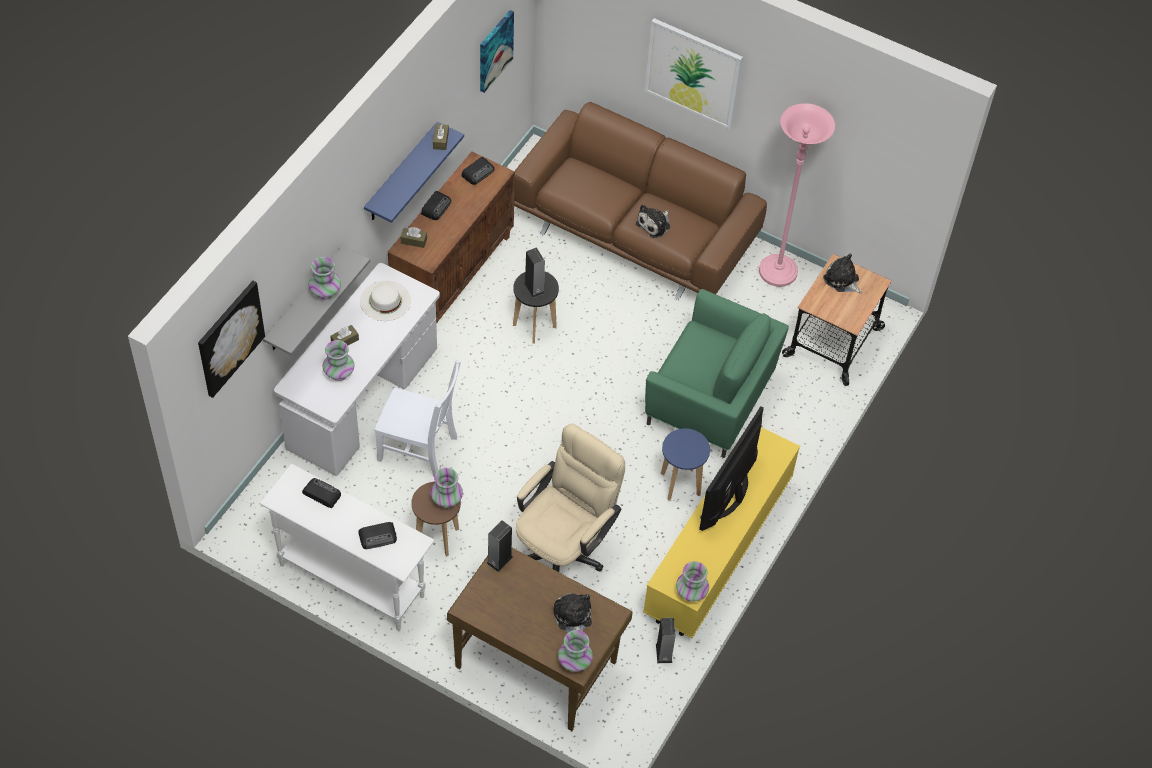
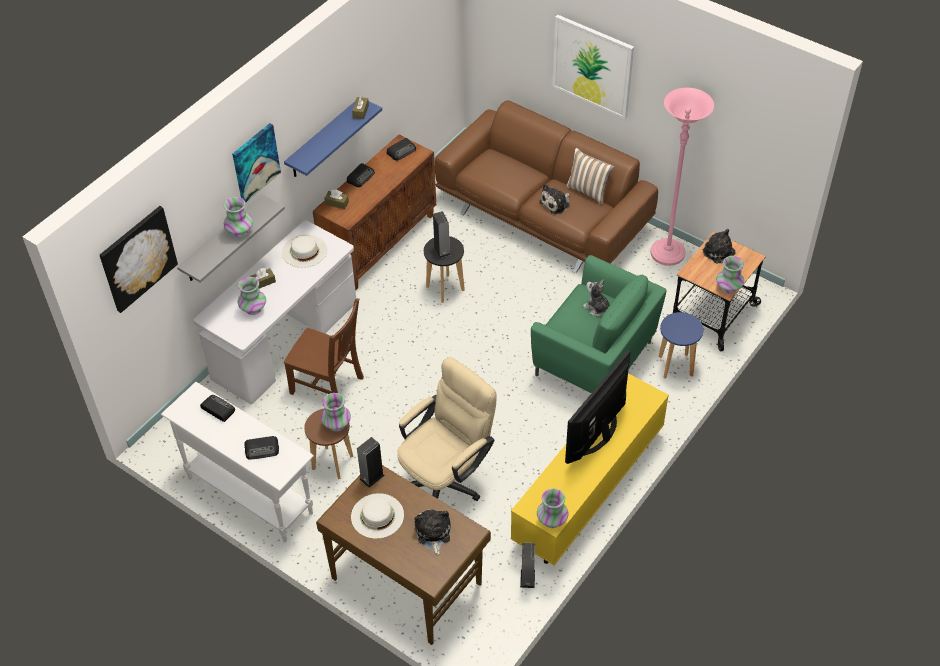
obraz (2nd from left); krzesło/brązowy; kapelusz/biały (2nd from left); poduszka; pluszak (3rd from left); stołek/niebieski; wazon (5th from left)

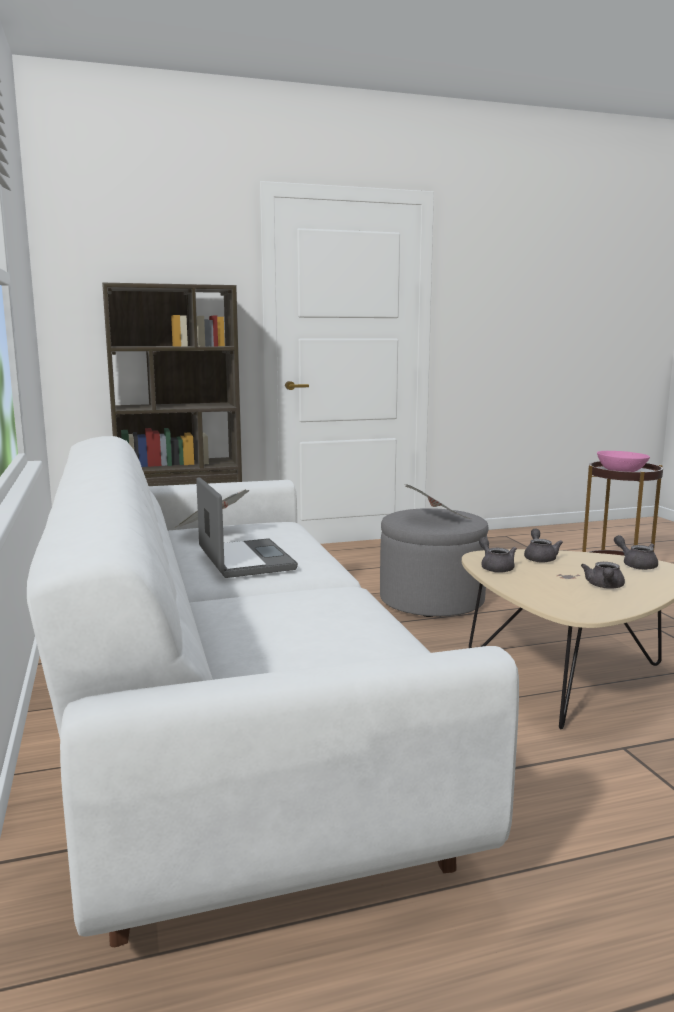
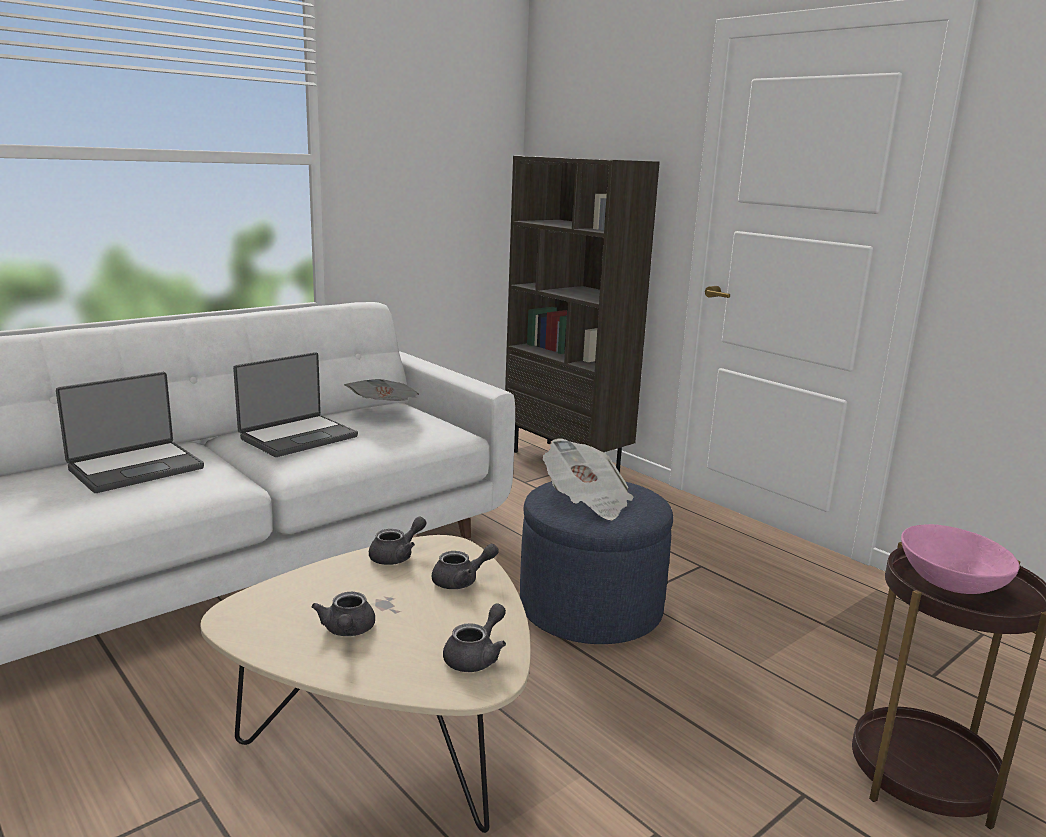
laptop (1st from left); imbryk/szary (1st from left); pufa/niebieski

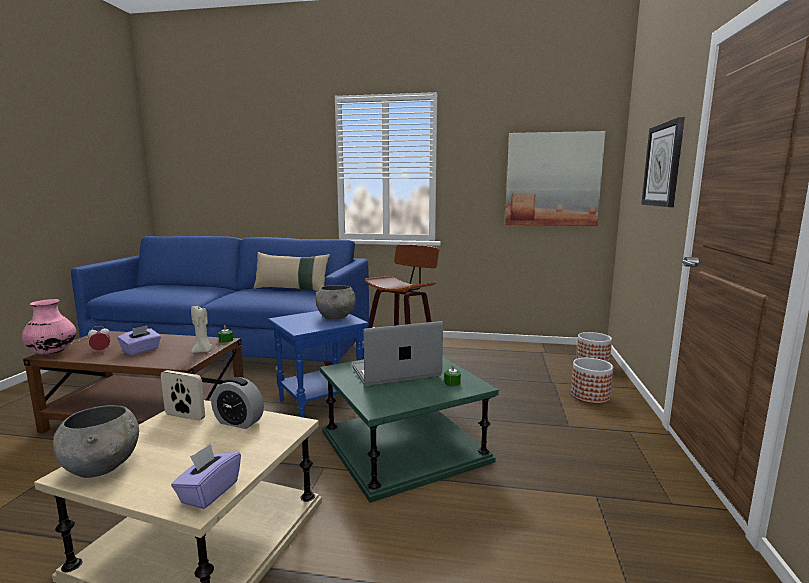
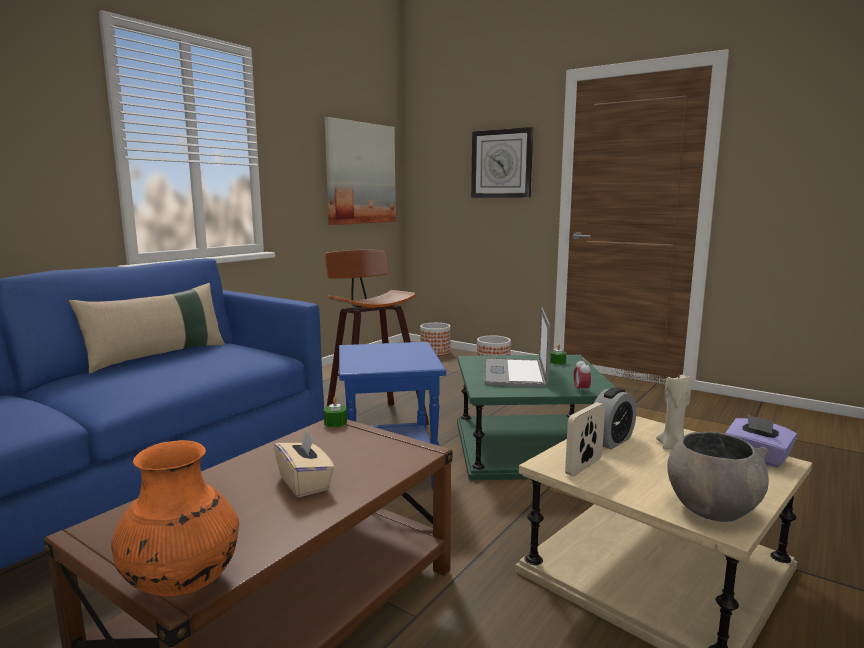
wazon/pomarańczowy; pudełko chusteczek/beżowy; budzik (1st from left); świeca/beżowy; miska/szary (2nd from left in the first image)

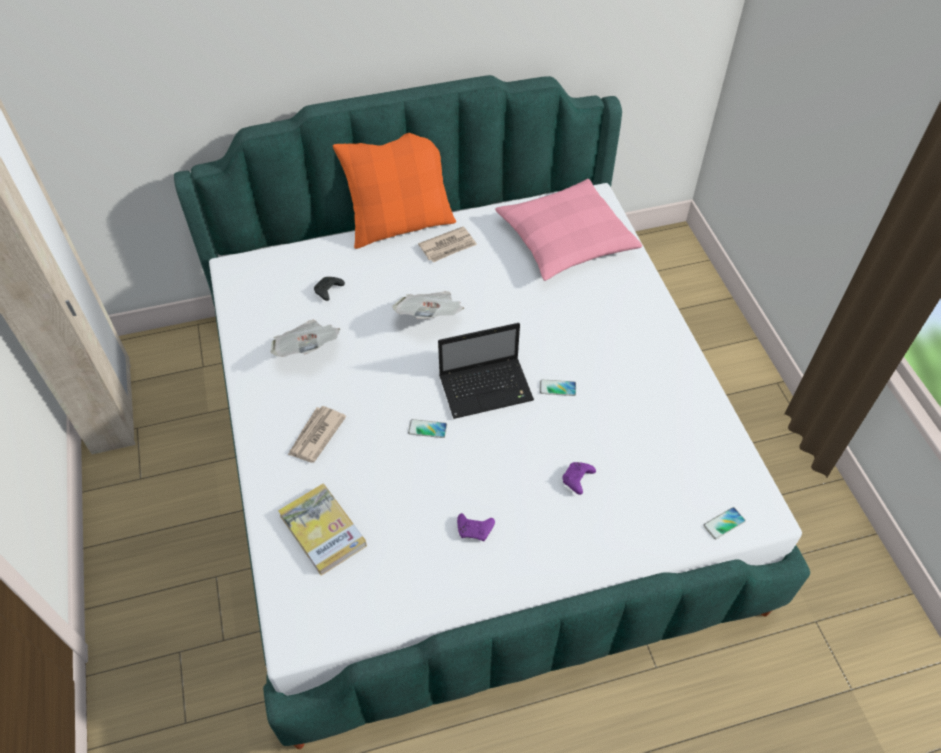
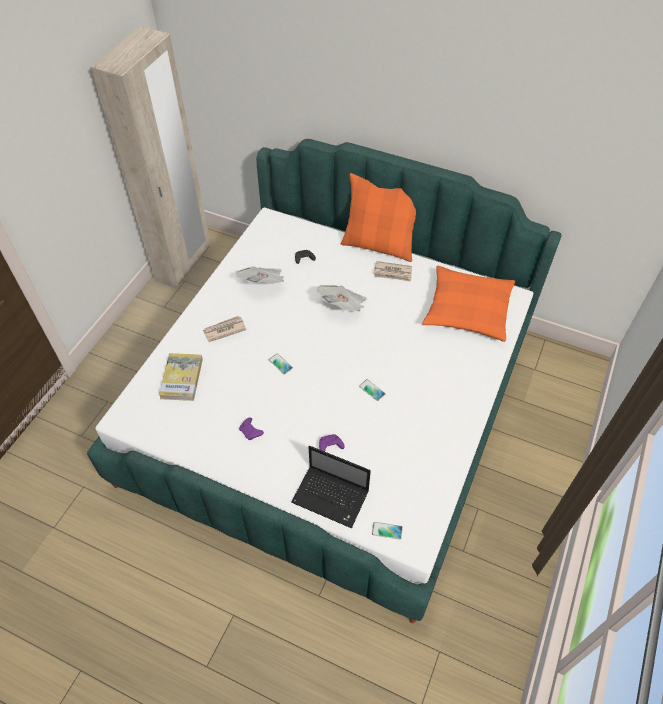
laptop; poduszka/pomarańczowy (2nd from left)

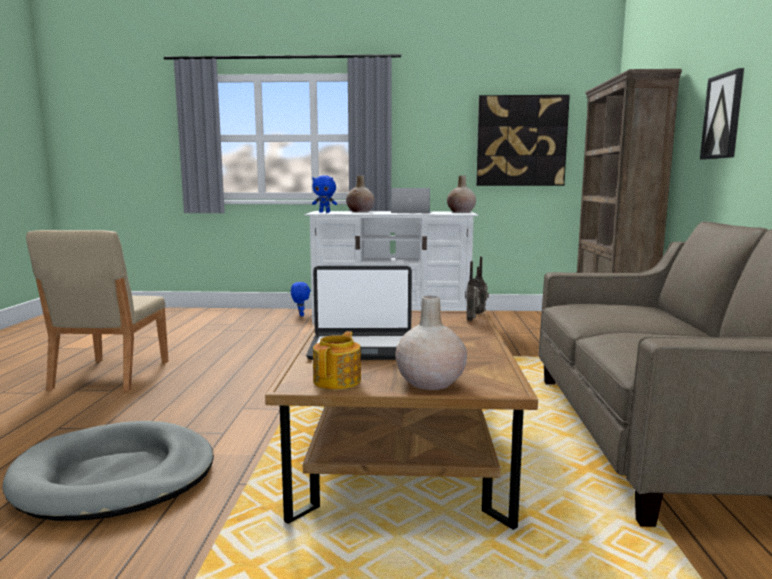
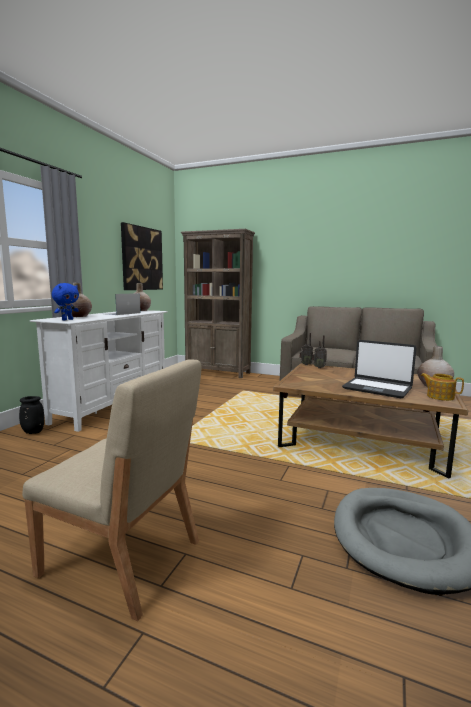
wazon/czarny; laptop (2nd from left); obraz (2nd from left in the first image)

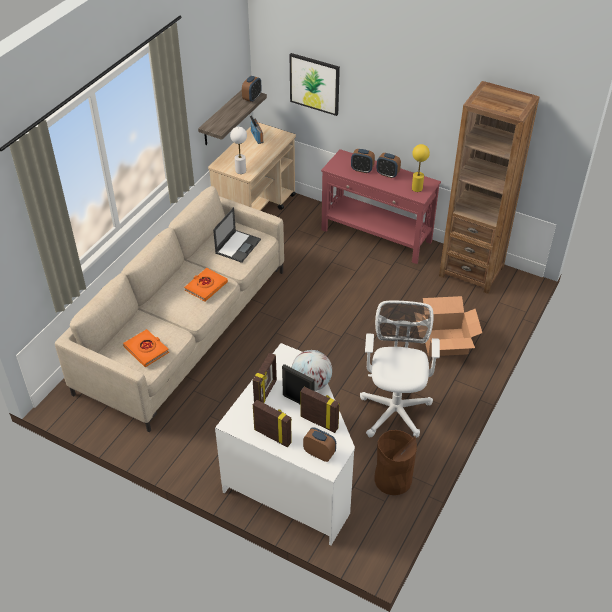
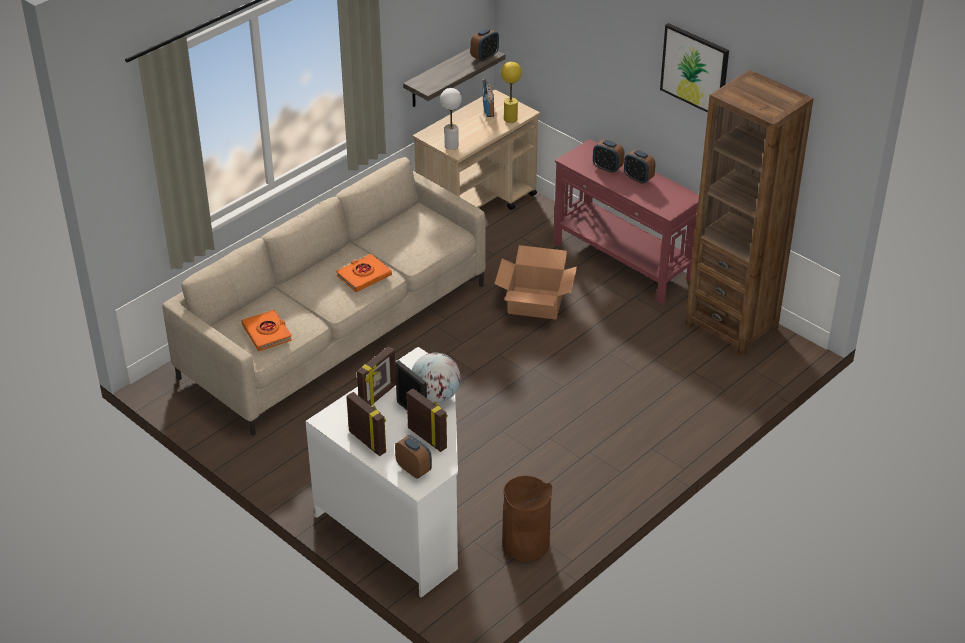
karton; lampa stołowa/żółty; obraz; laptop; krzesło biurowe/biały

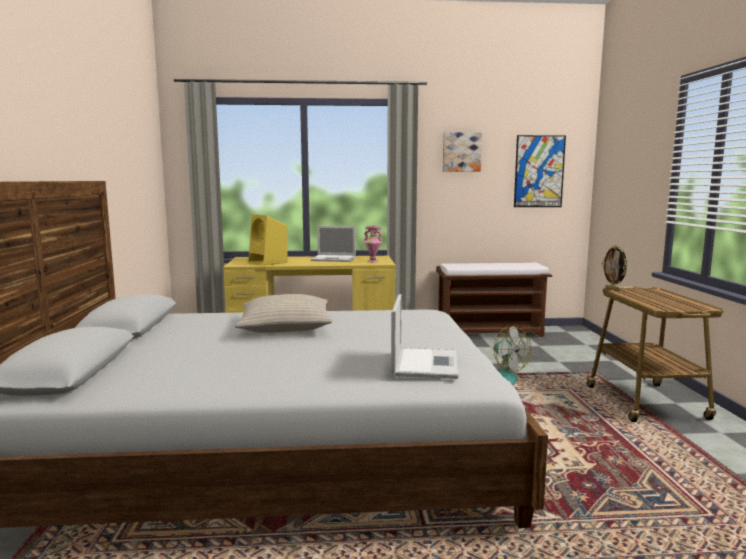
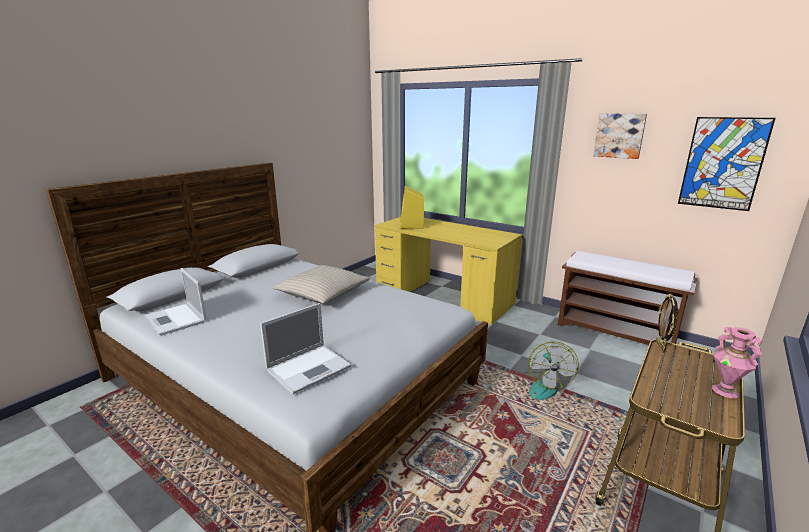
laptop (1st from left); wazon/różowy

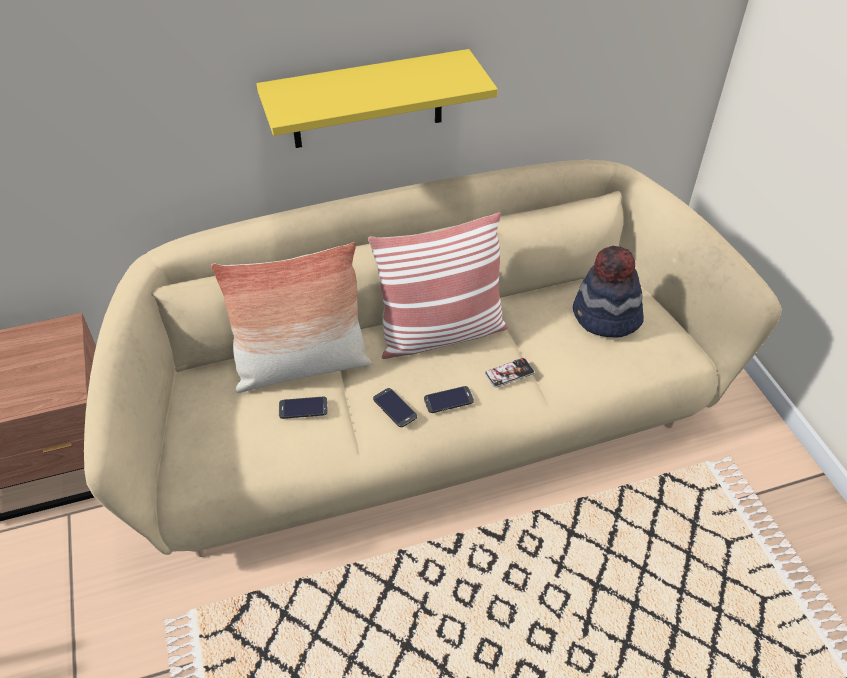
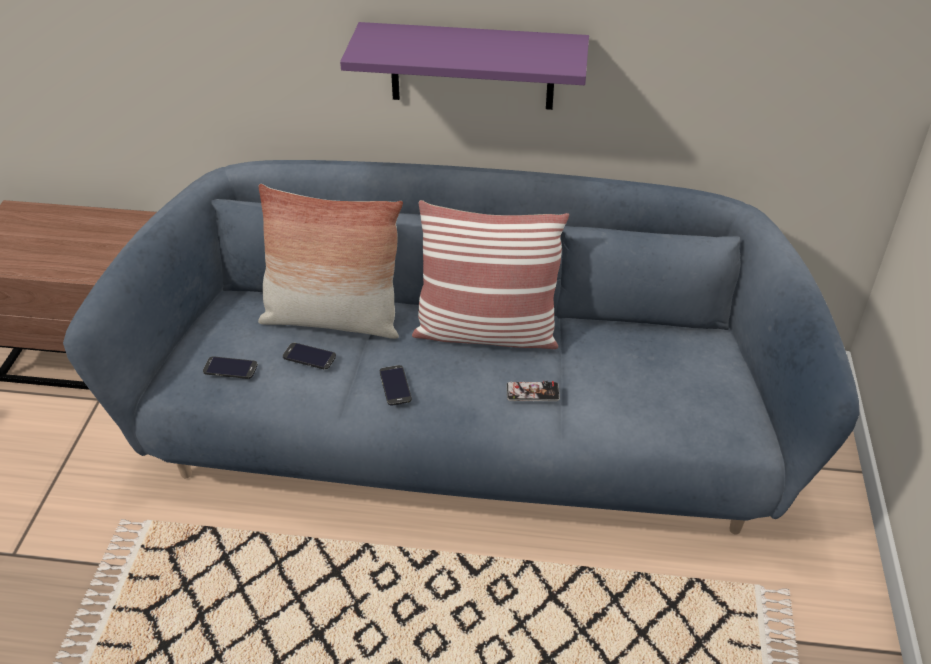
kanapa/niebieski; telefon (1st from left); półka/fioletowy; kapelusz

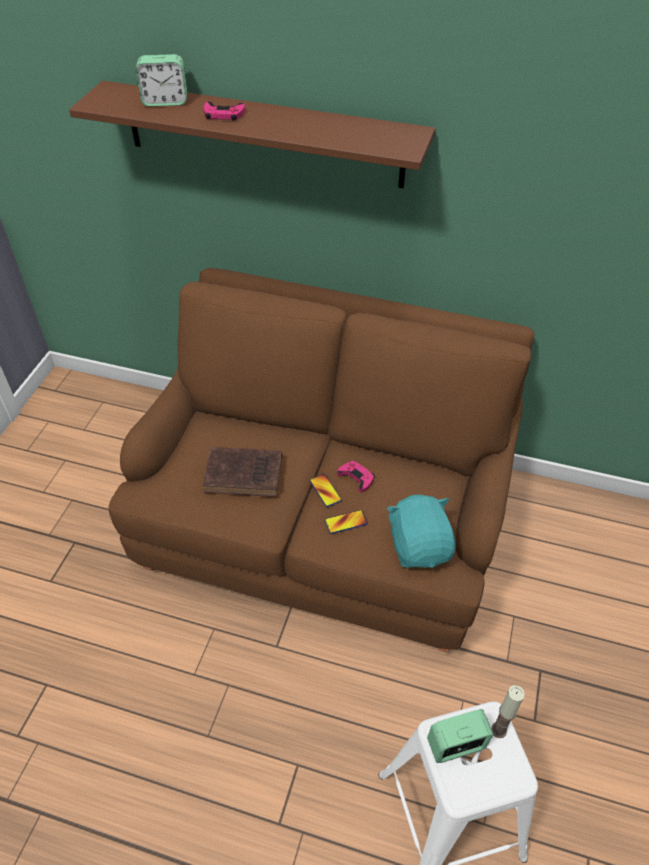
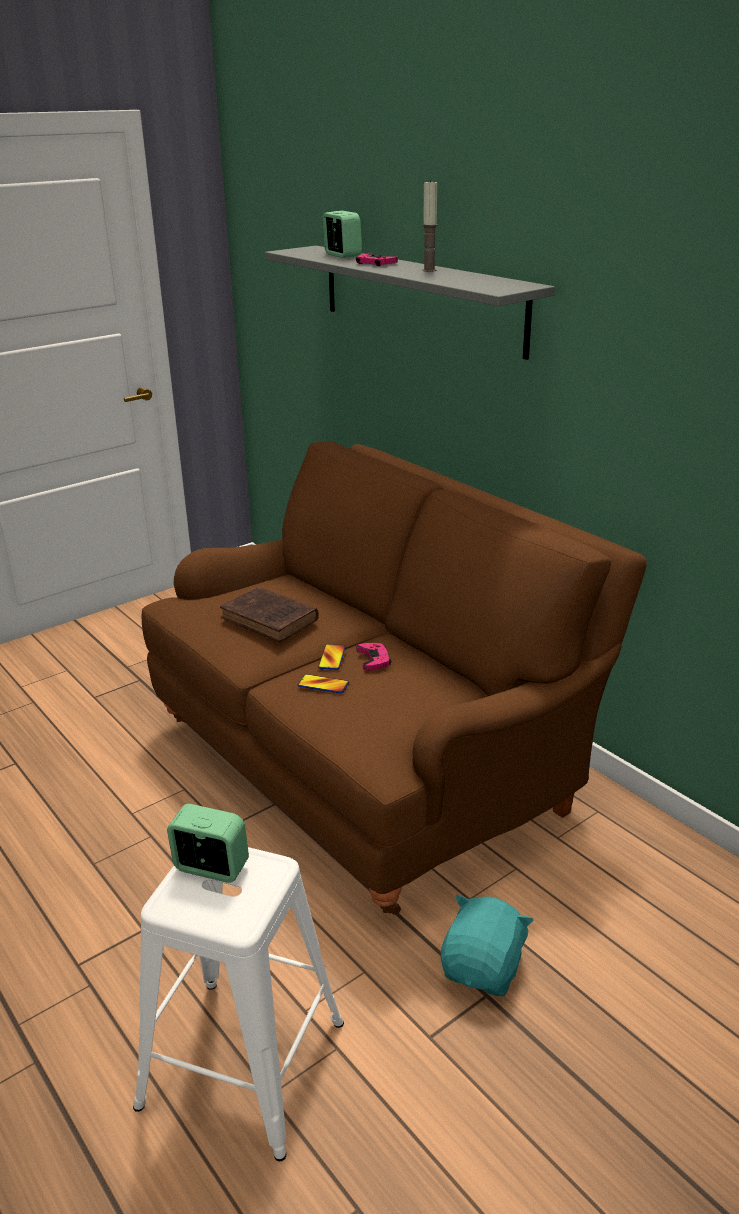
półka/szary; budzik (2nd from left); świeca; pluszak/turkusowy

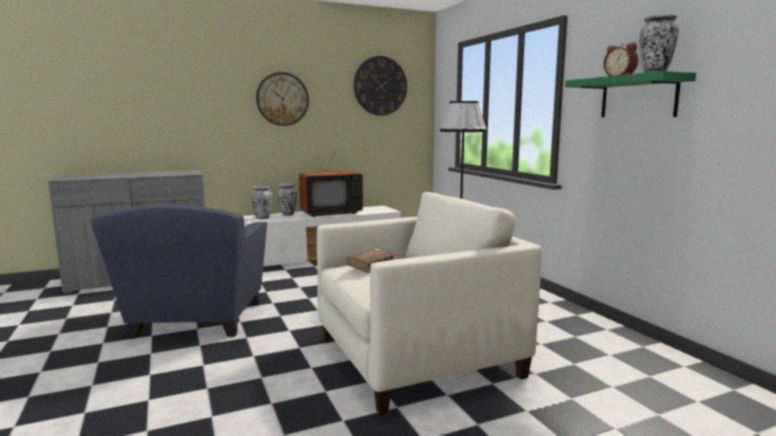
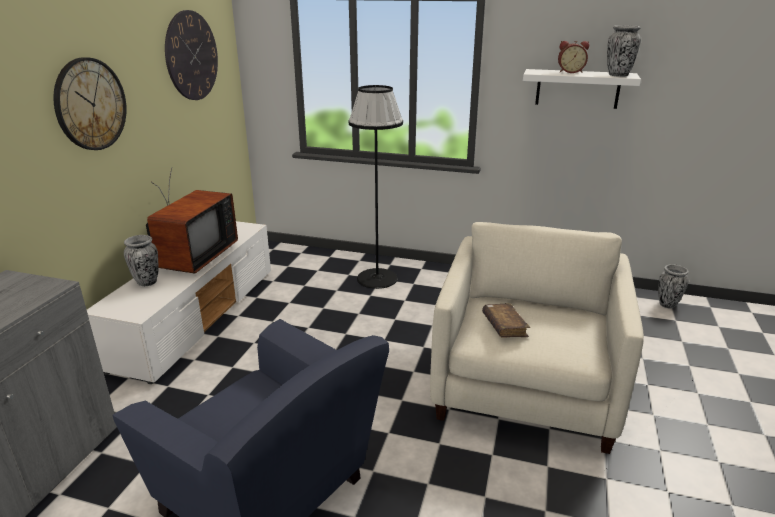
półka/biały; wazon (3rd from left)

